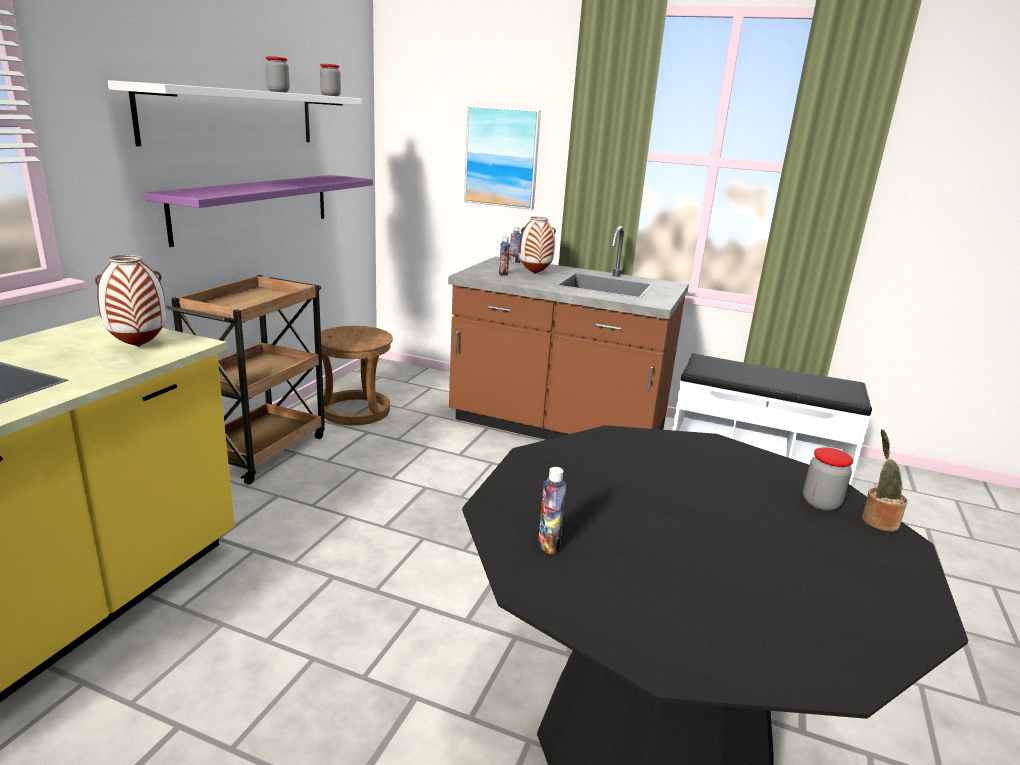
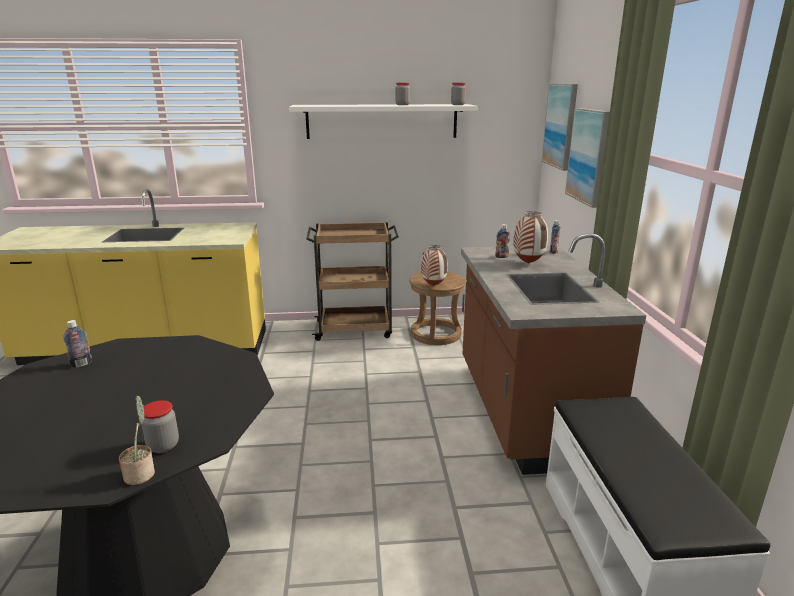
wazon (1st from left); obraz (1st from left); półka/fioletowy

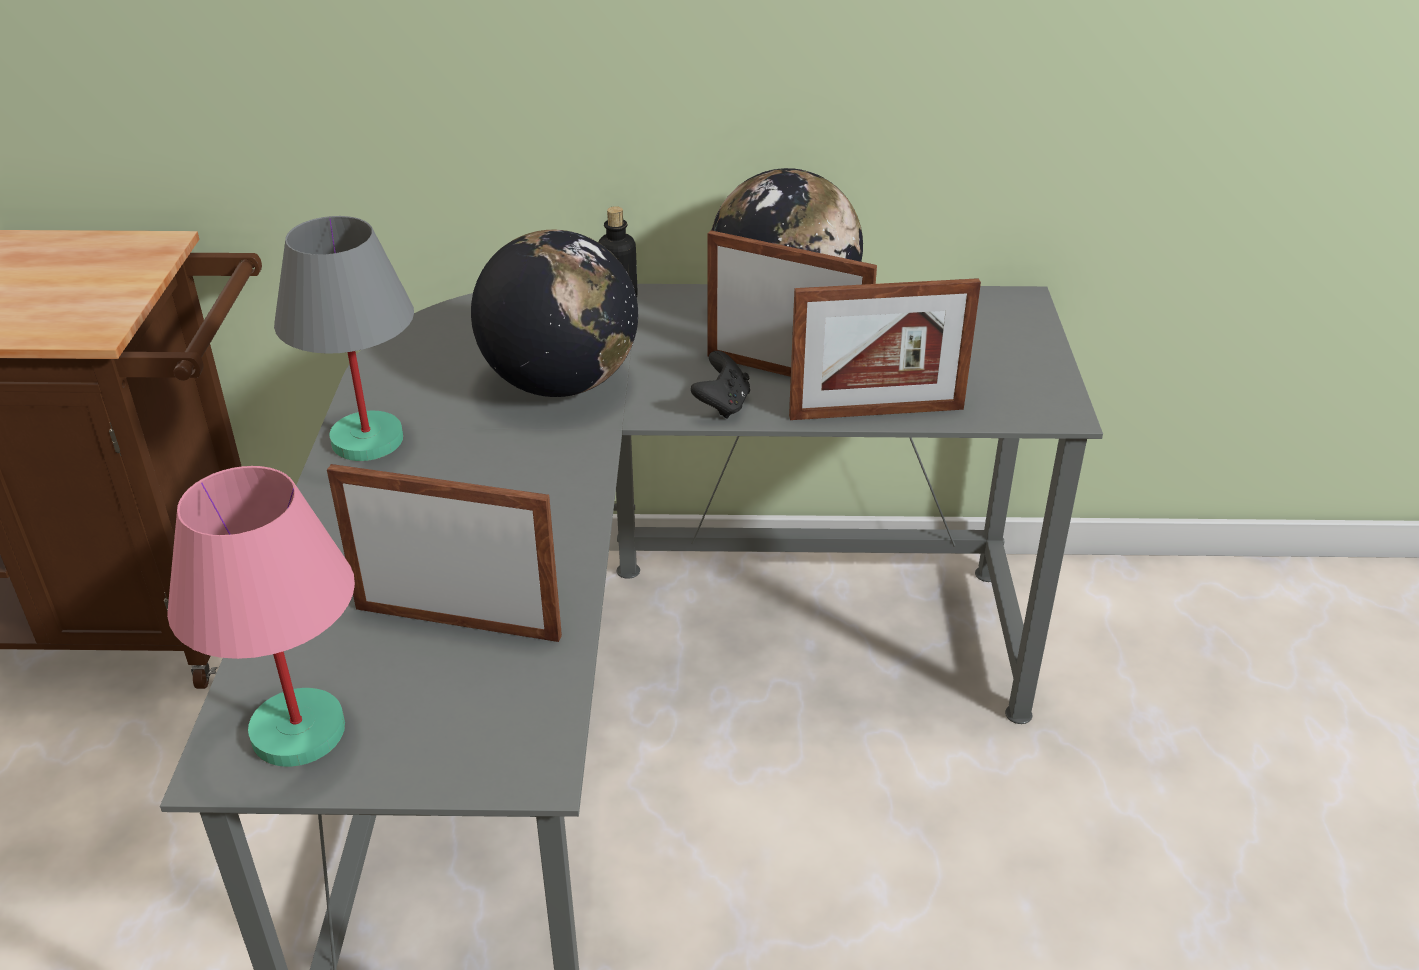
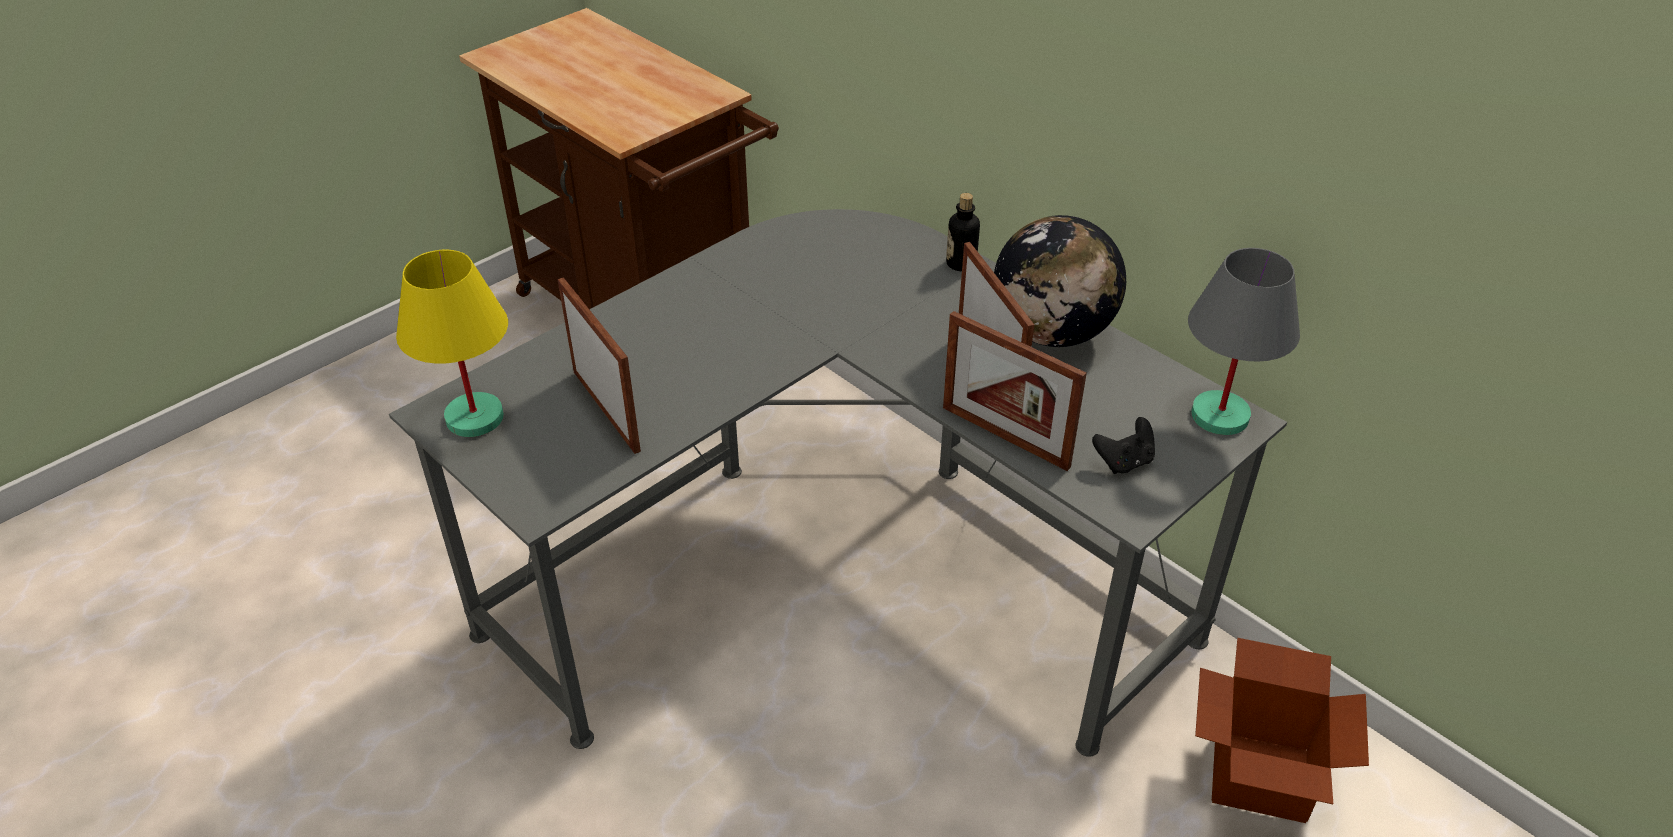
lampa stołowa/żółty; pad do gier/czarny; lampa stołowa/szary; karton; globus (1st from left in the first image)

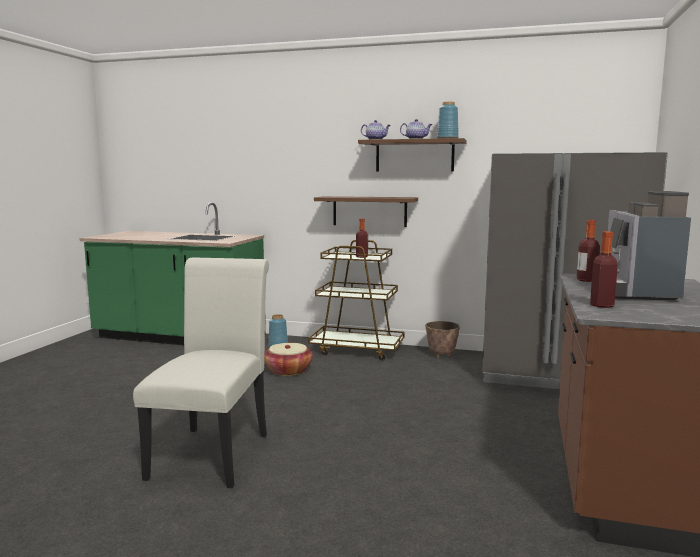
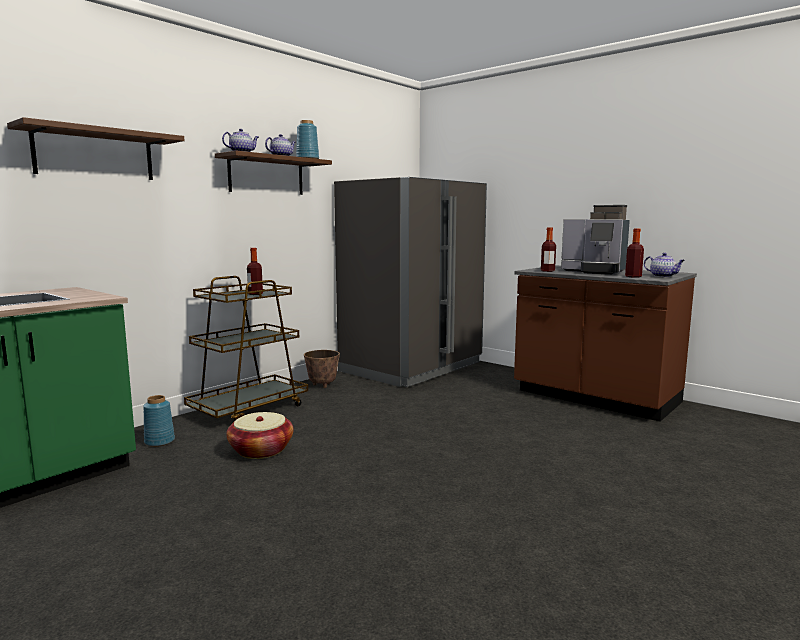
półka/brązowy (1st from left); imbryk (3rd from left); krzesło/biały

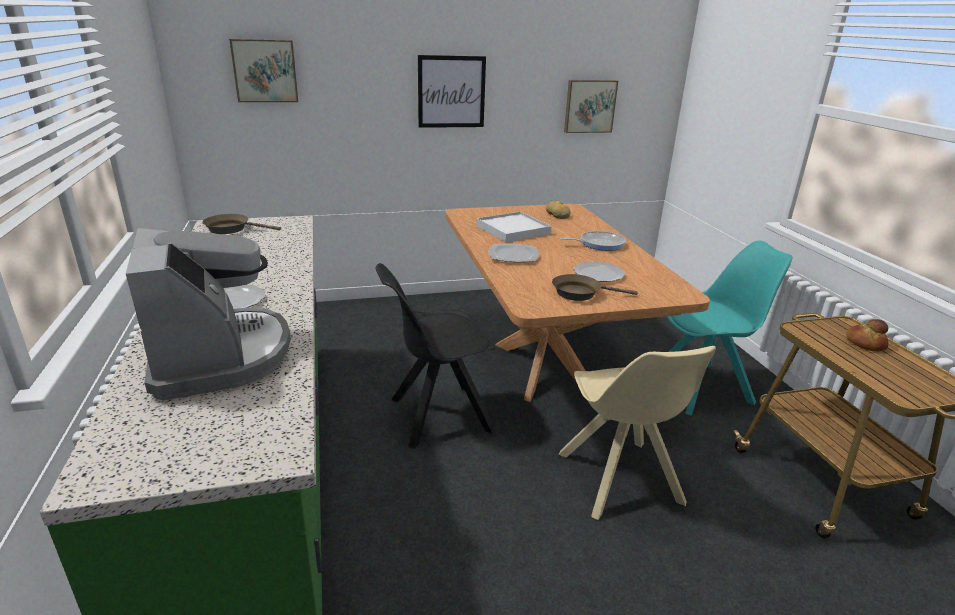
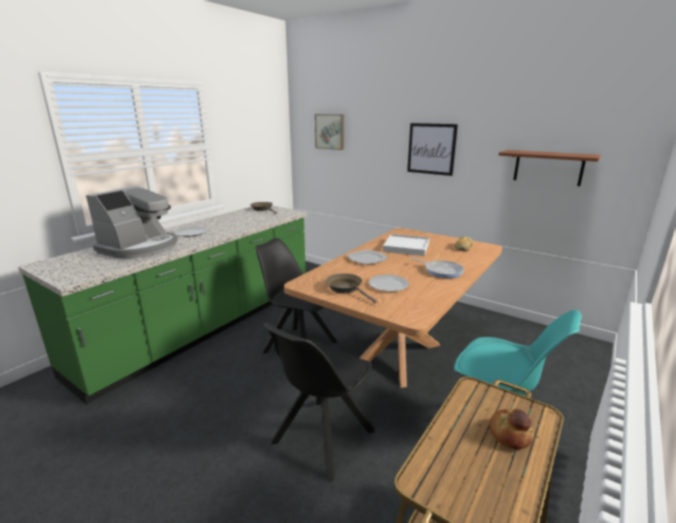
krzesło/czarny (2nd from left); półka/brązowy

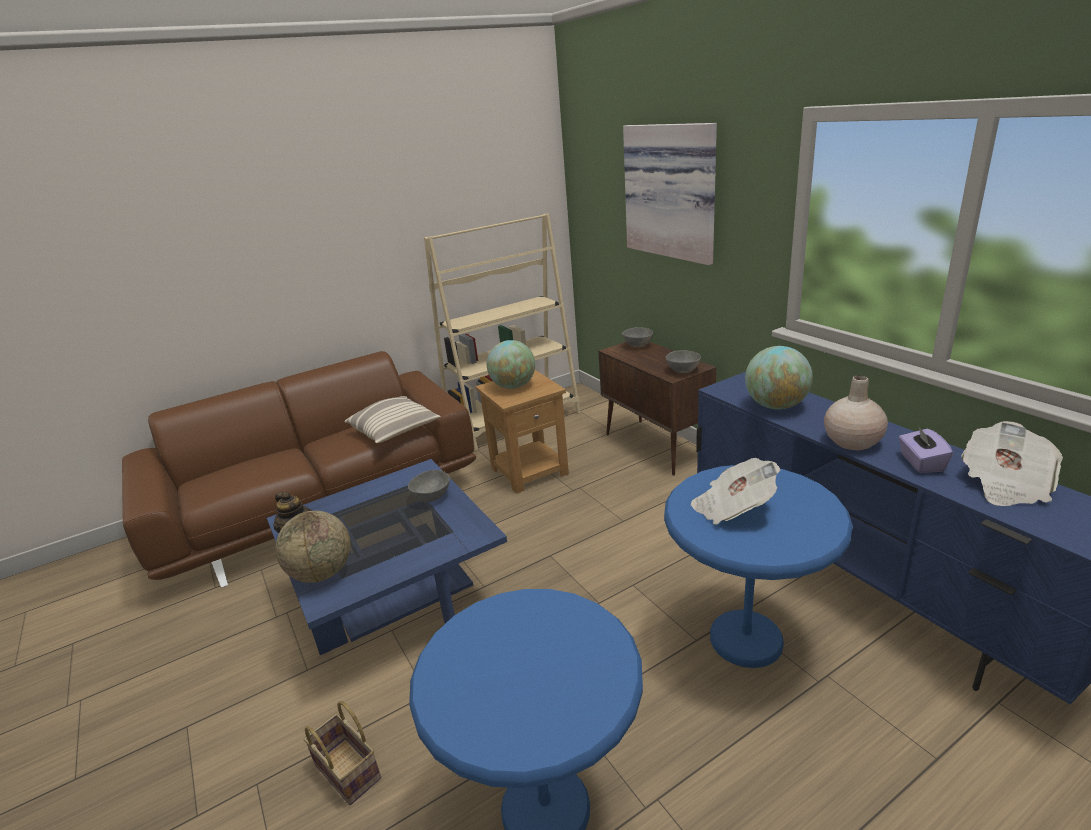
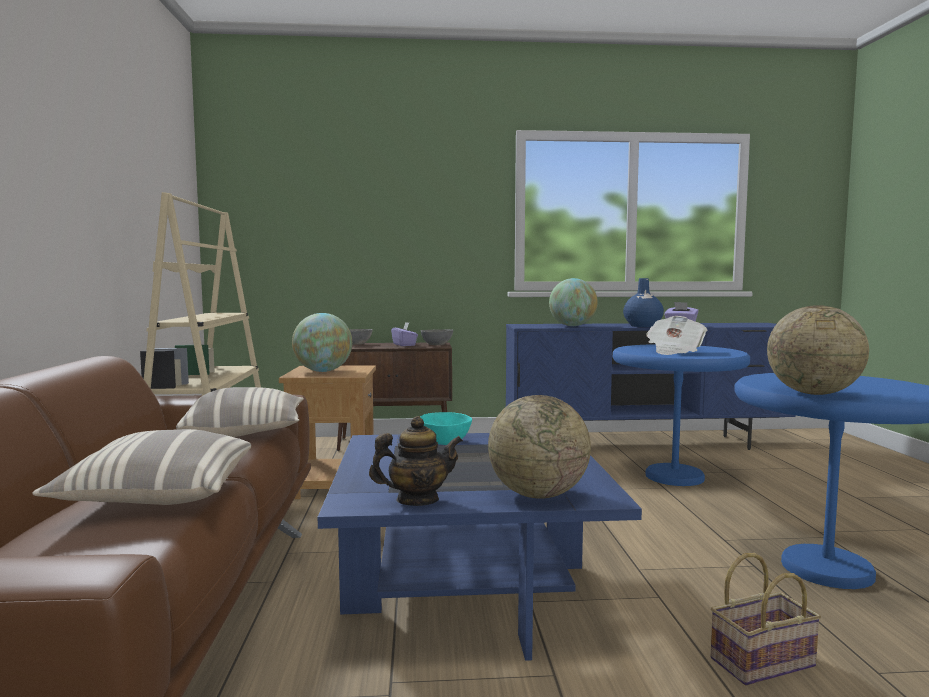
poduszka (1st from left); pudełko chusteczek/fioletowy (1st from left); miska/turkusowy; wazon/niebieski; globus (4th from left); obraz; gazeta (2nd from left in the first image)

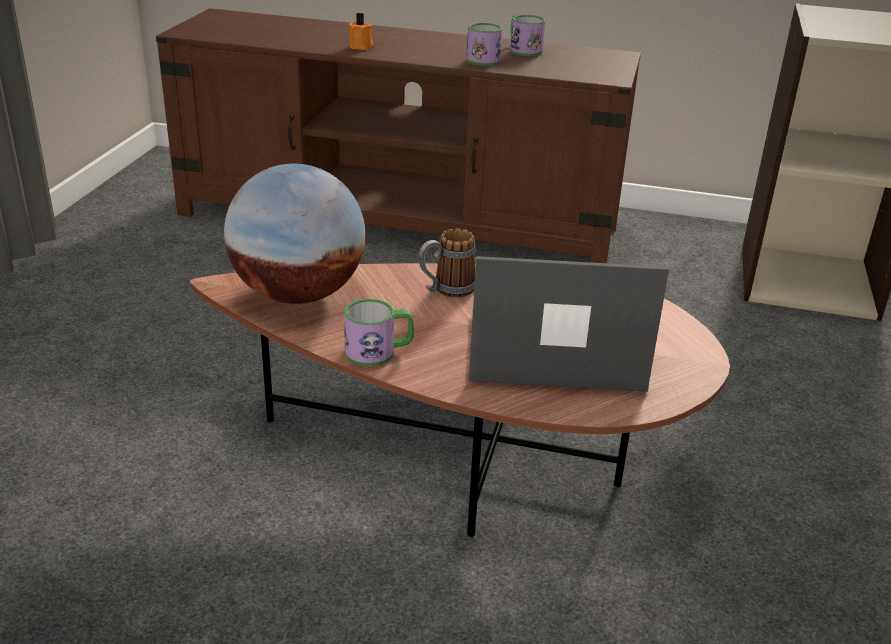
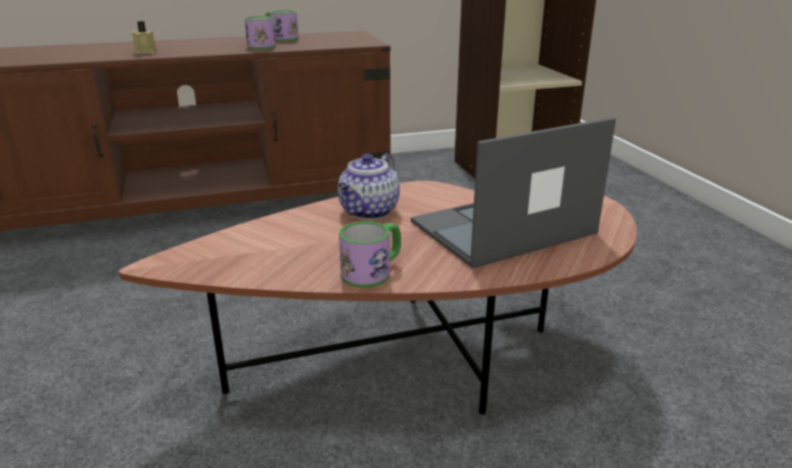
świeca/beżowy; imbryk; globus

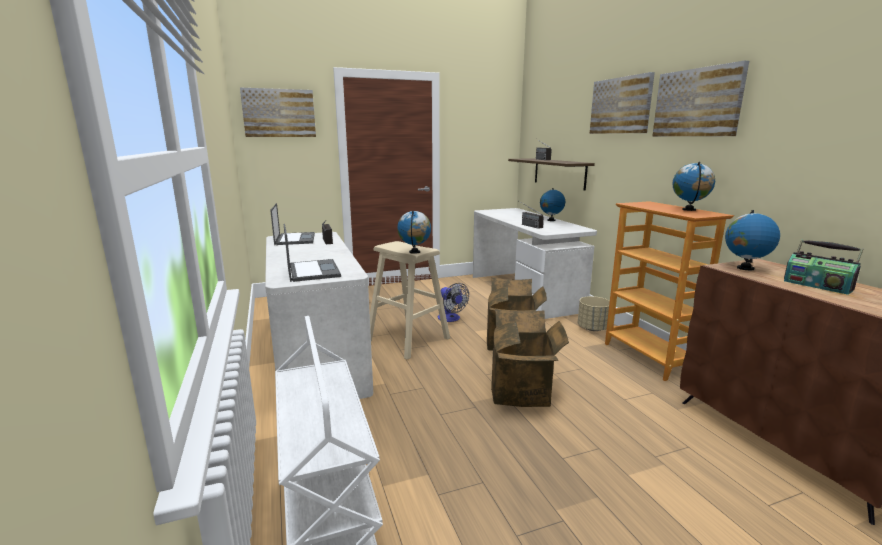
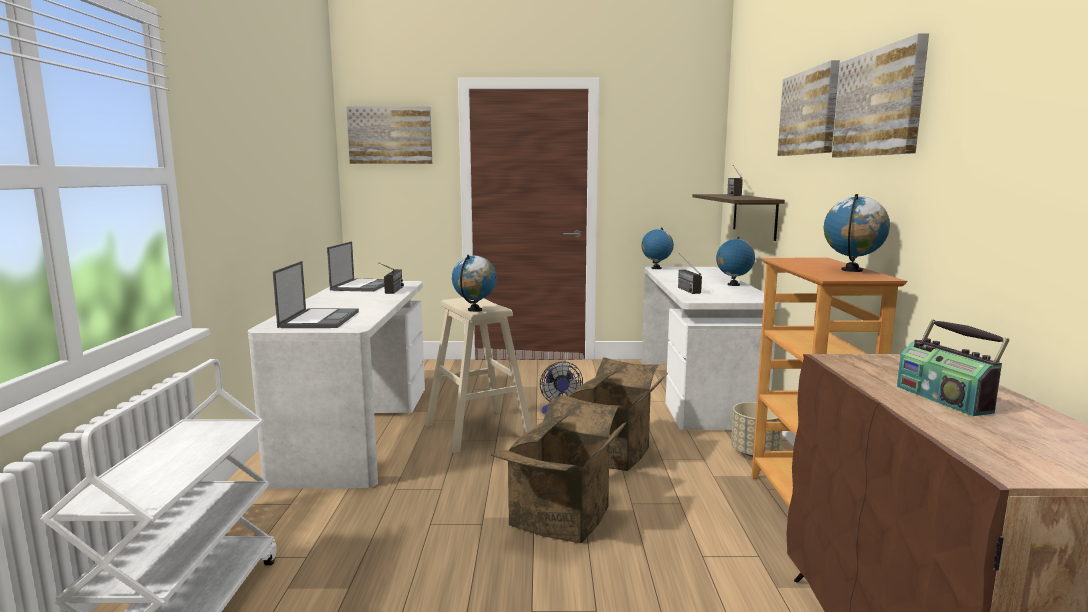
globus (2nd from left)

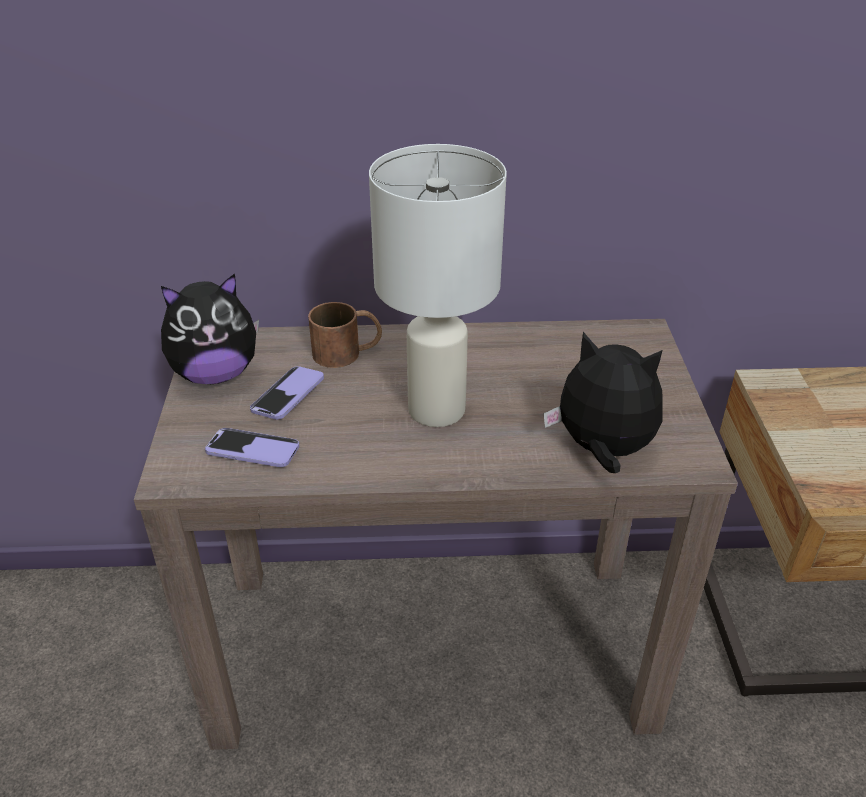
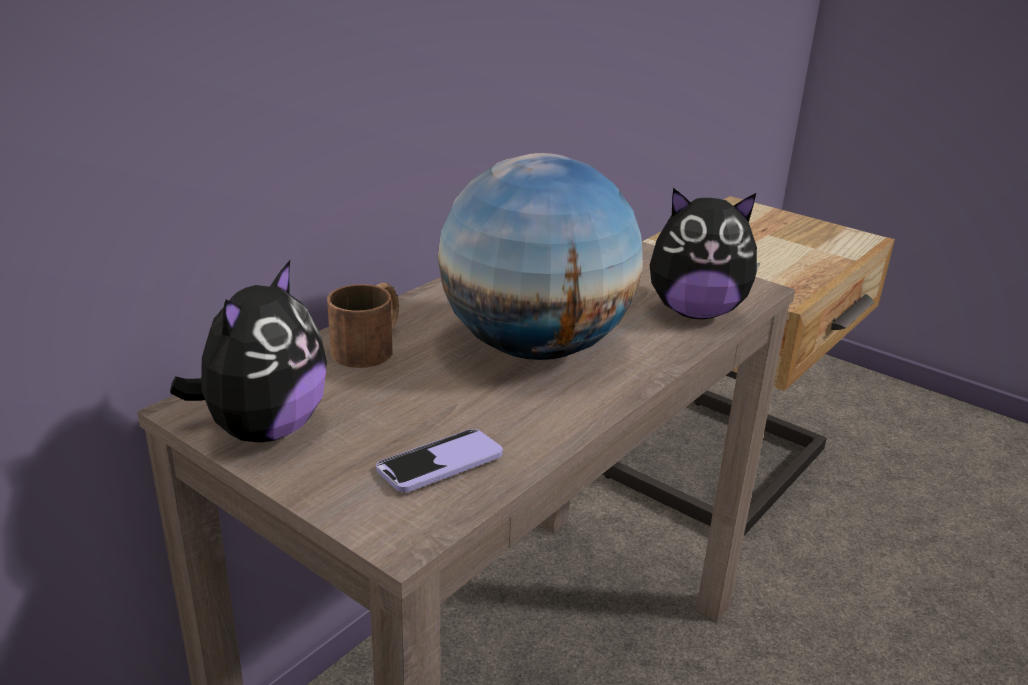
globus; pluszak (2nd from left); telefon (2nd from left in the first image)

